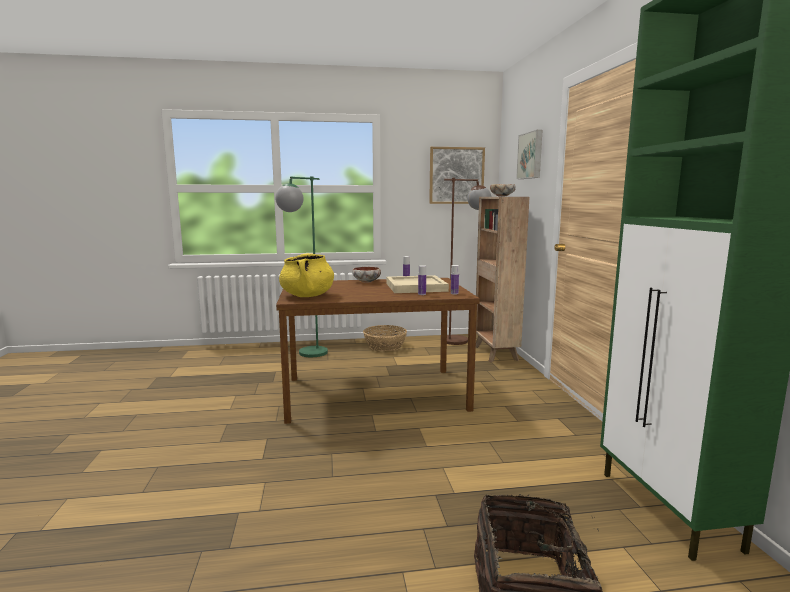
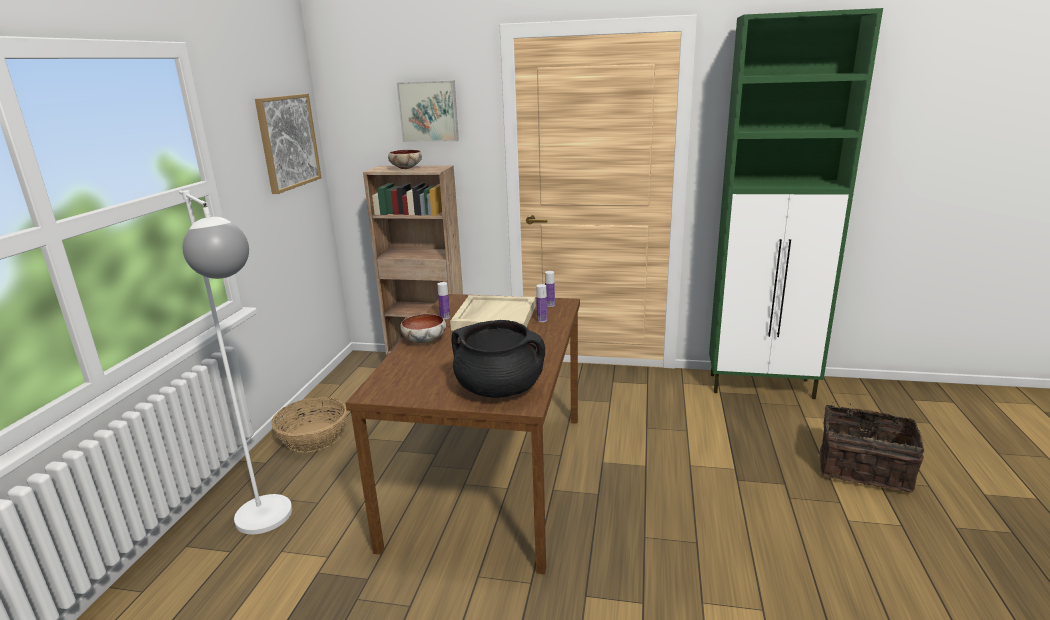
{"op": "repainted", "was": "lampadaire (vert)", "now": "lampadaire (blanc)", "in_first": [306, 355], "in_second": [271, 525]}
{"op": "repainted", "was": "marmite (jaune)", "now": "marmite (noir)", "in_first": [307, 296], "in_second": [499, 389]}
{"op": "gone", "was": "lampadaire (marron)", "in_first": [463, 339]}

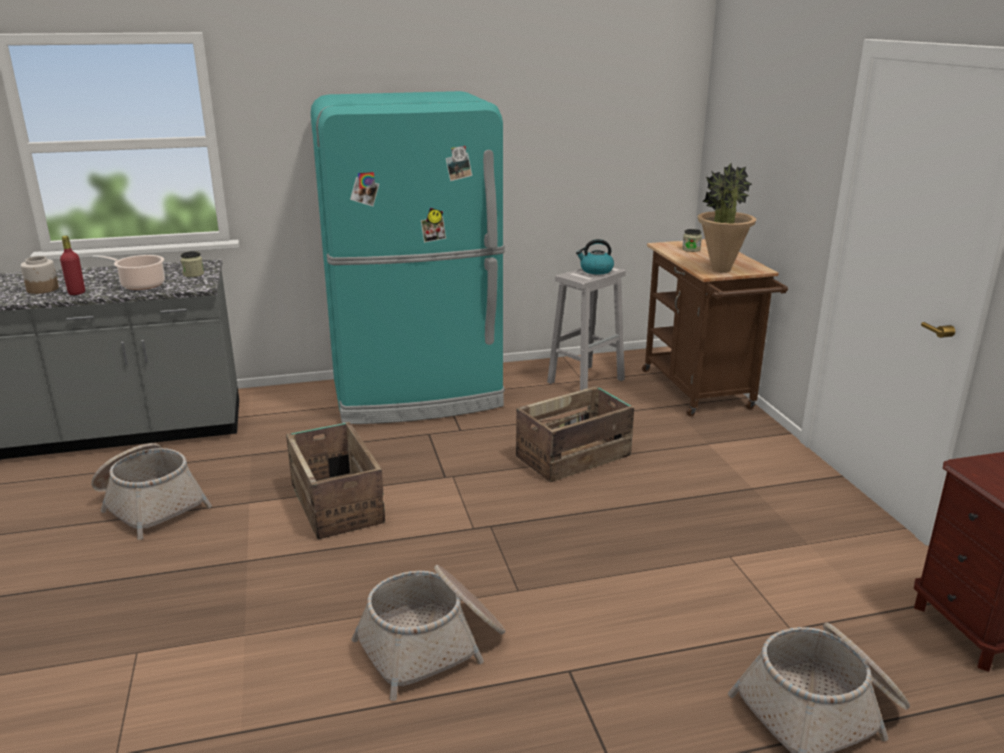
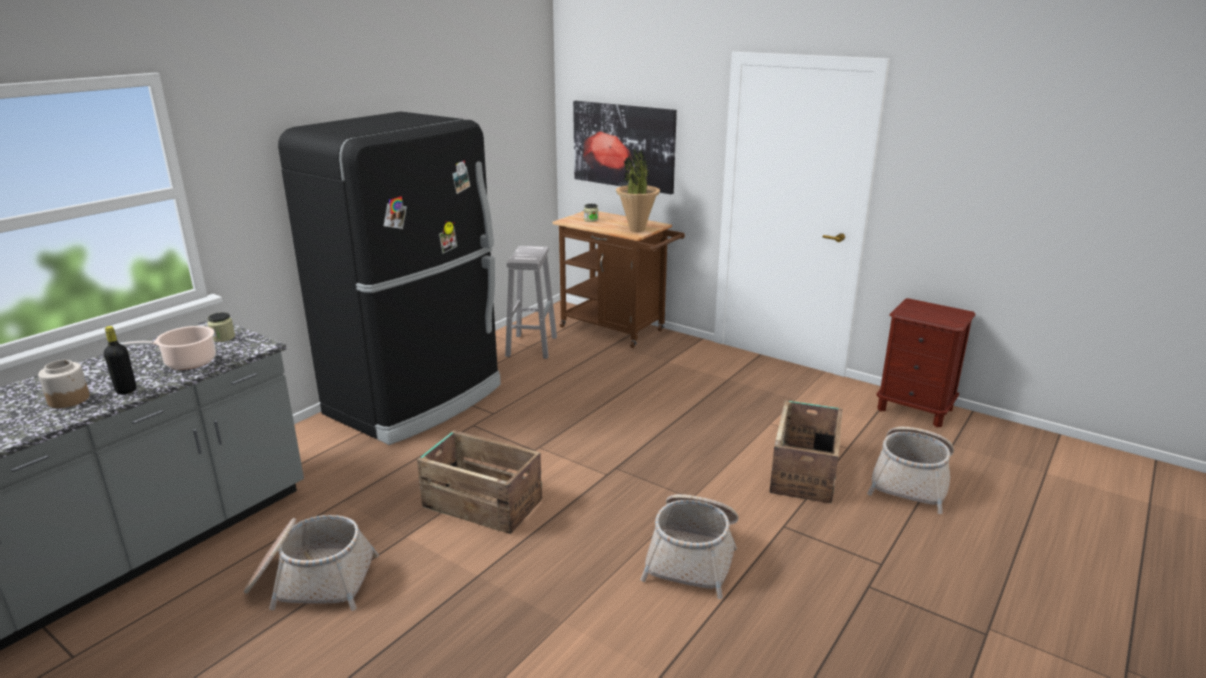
{"op": "repainted", "was": "bouteille (rouge)", "now": "bouteille (noir)", "in_first": [76, 293], "in_second": [126, 390]}
{"op": "repainted", "was": "réfrigérateur (turquoise)", "now": "réfrigérateur (noir)", "in_first": [418, 395], "in_second": [417, 400]}
{"op": "new", "now": "tableau", "in_second": [623, 146]}
{"op": "shifted", "was": "caisse", "in_first": [575, 456], "in_second": [805, 471]}
{"op": "gone", "was": "bouilloire", "in_first": [596, 270]}

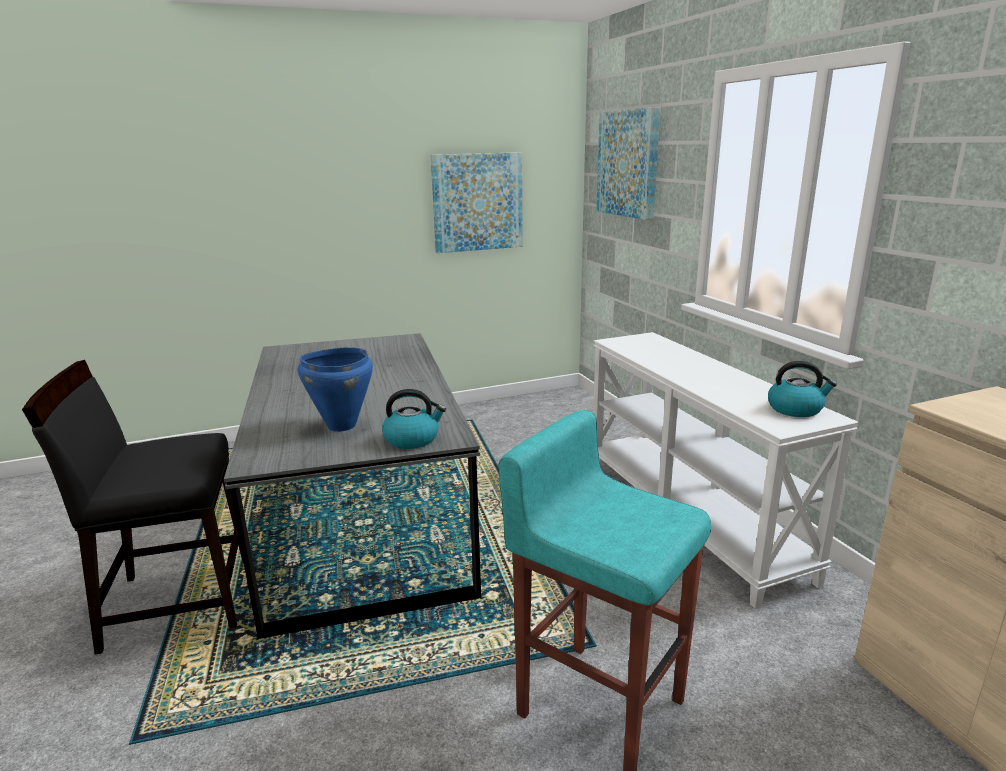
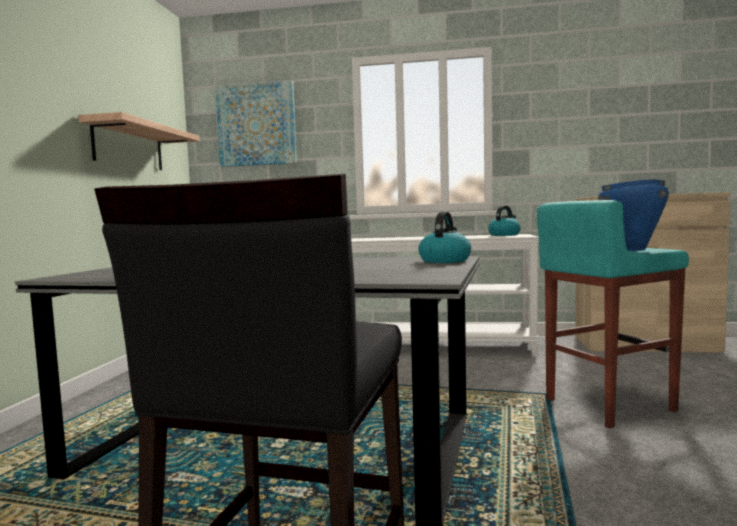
{"op": "swapped", "was": "tableau", "now": "étagère", "in_first": [477, 202], "in_second": [129, 146]}
{"op": "shifted", "was": "marmite (bleu)", "in_first": [341, 426], "in_second": [631, 249]}

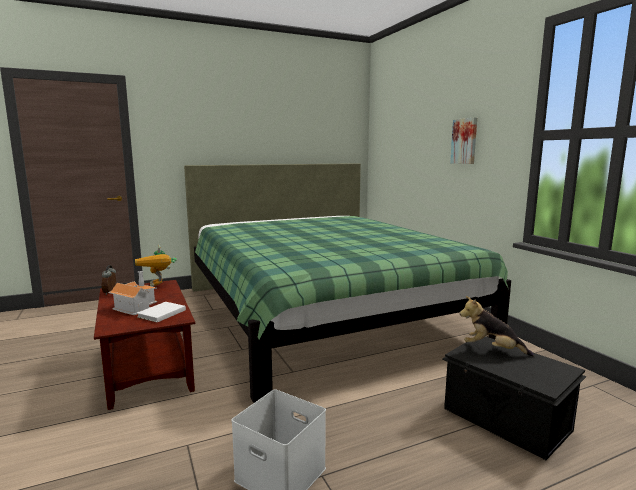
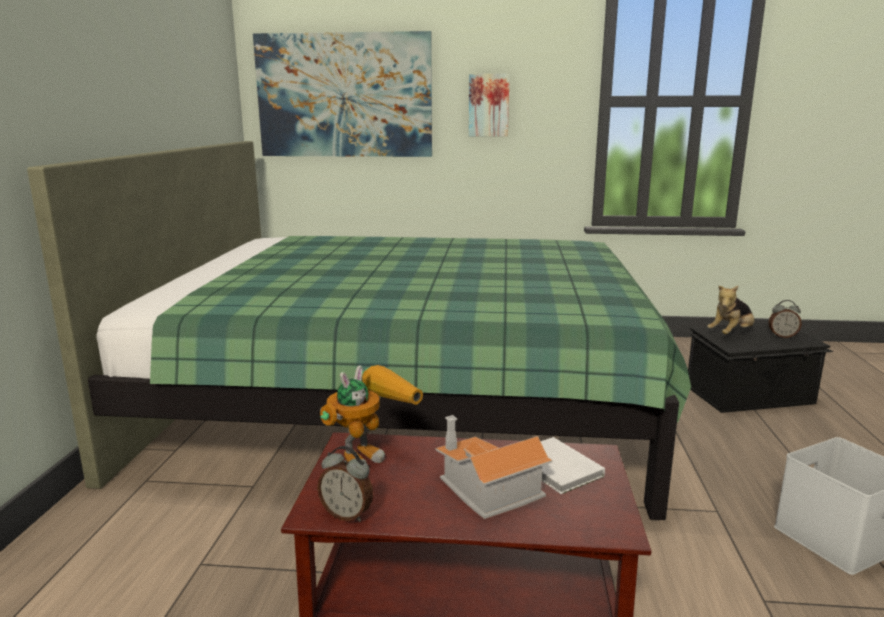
{"op": "new", "now": "tableau", "in_second": [344, 96]}
{"op": "rotated", "was": "robot jouet", "in_first": [159, 286], "in_second": [370, 453], "clockwise": -60}
{"op": "new", "now": "réveil", "in_second": [782, 336]}

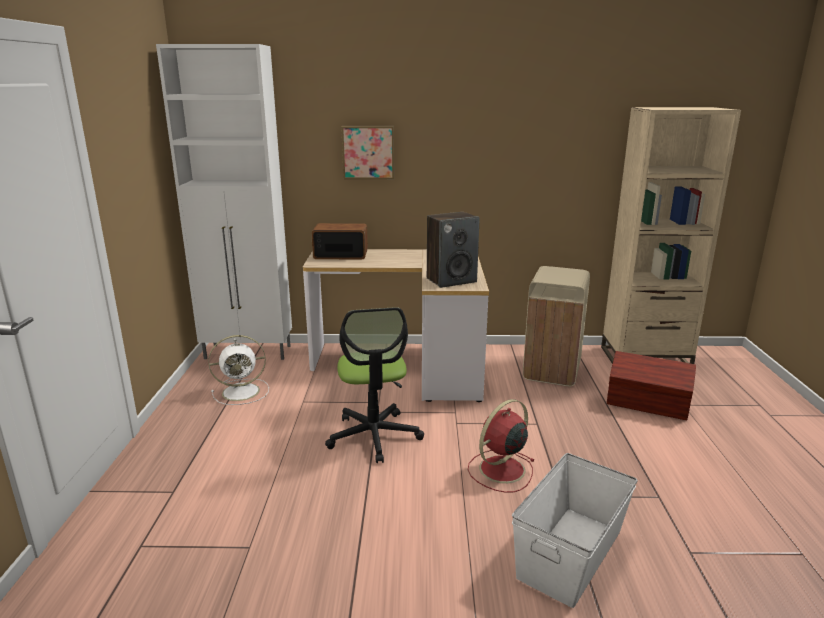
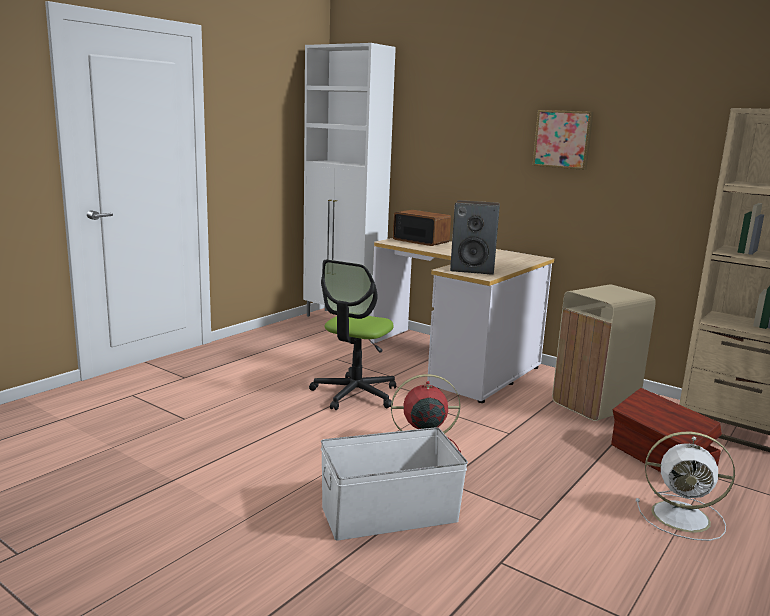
{"op": "shifted", "was": "tableau", "in_first": [368, 152], "in_second": [563, 139]}
{"op": "shifted", "was": "ventilateur (blanc)", "in_first": [242, 392], "in_second": [683, 517]}

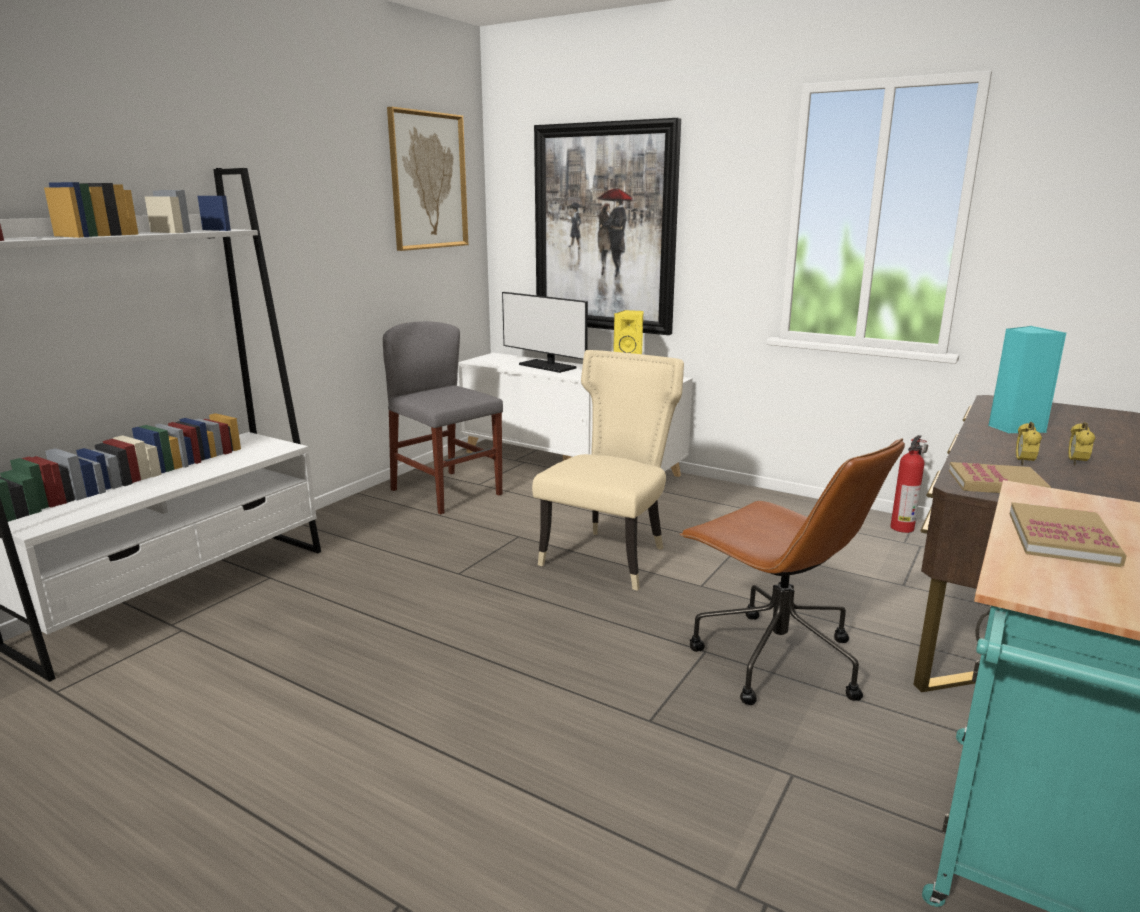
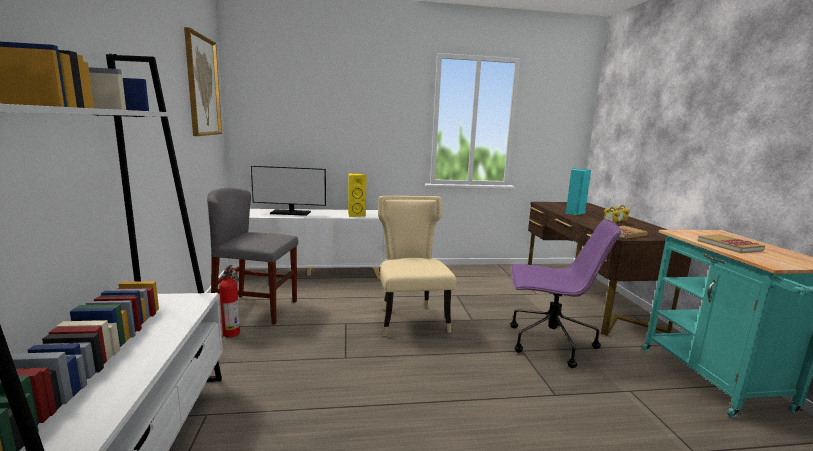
{"op": "shifted", "was": "extincteur", "in_first": [902, 527], "in_second": [232, 332]}
{"op": "repainted", "was": "chaise de bureau (marron)", "now": "chaise de bureau (violet)", "in_first": [774, 659], "in_second": [549, 343]}
{"op": "gone", "was": "tableau", "in_first": [604, 229]}

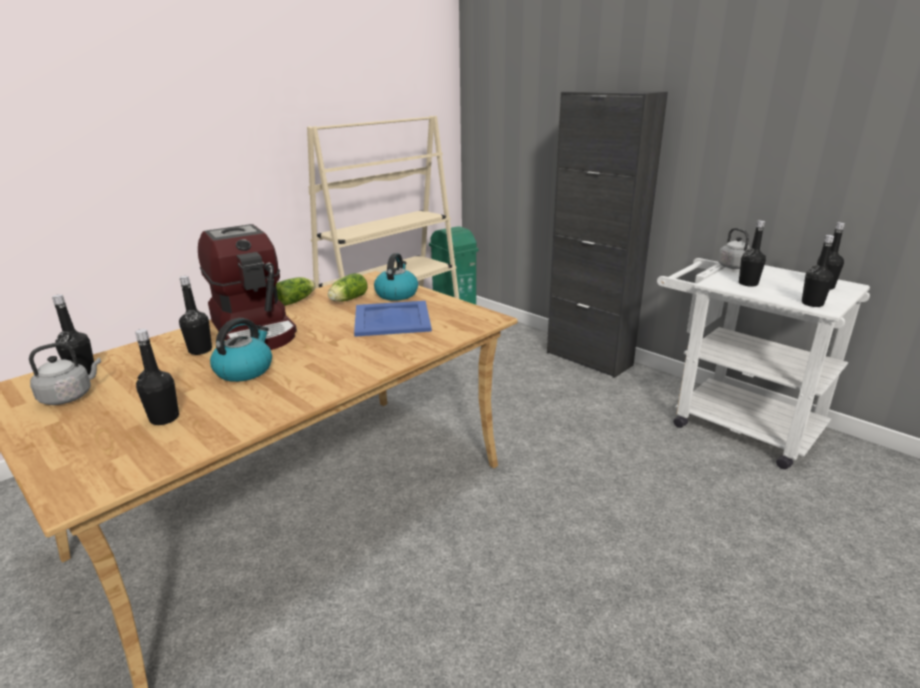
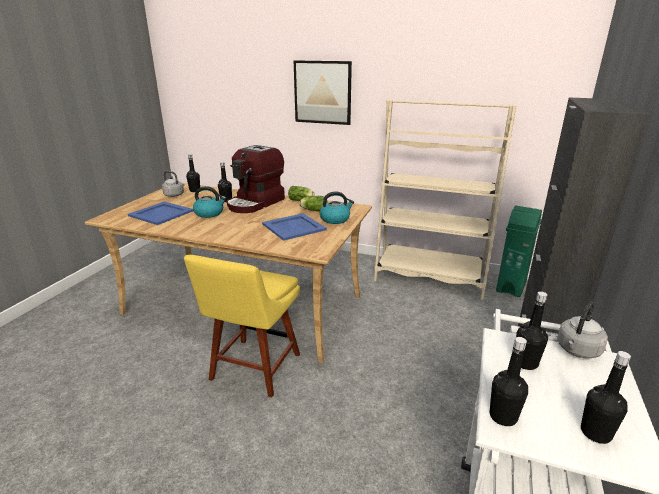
{"op": "swapped", "was": "bouteille (noir)", "now": "plateau (bleu)", "in_first": [164, 418], "in_second": [160, 213]}
{"op": "new", "now": "chaise (jaune)", "in_second": [253, 369]}
{"op": "new", "now": "tableau", "in_second": [322, 92]}

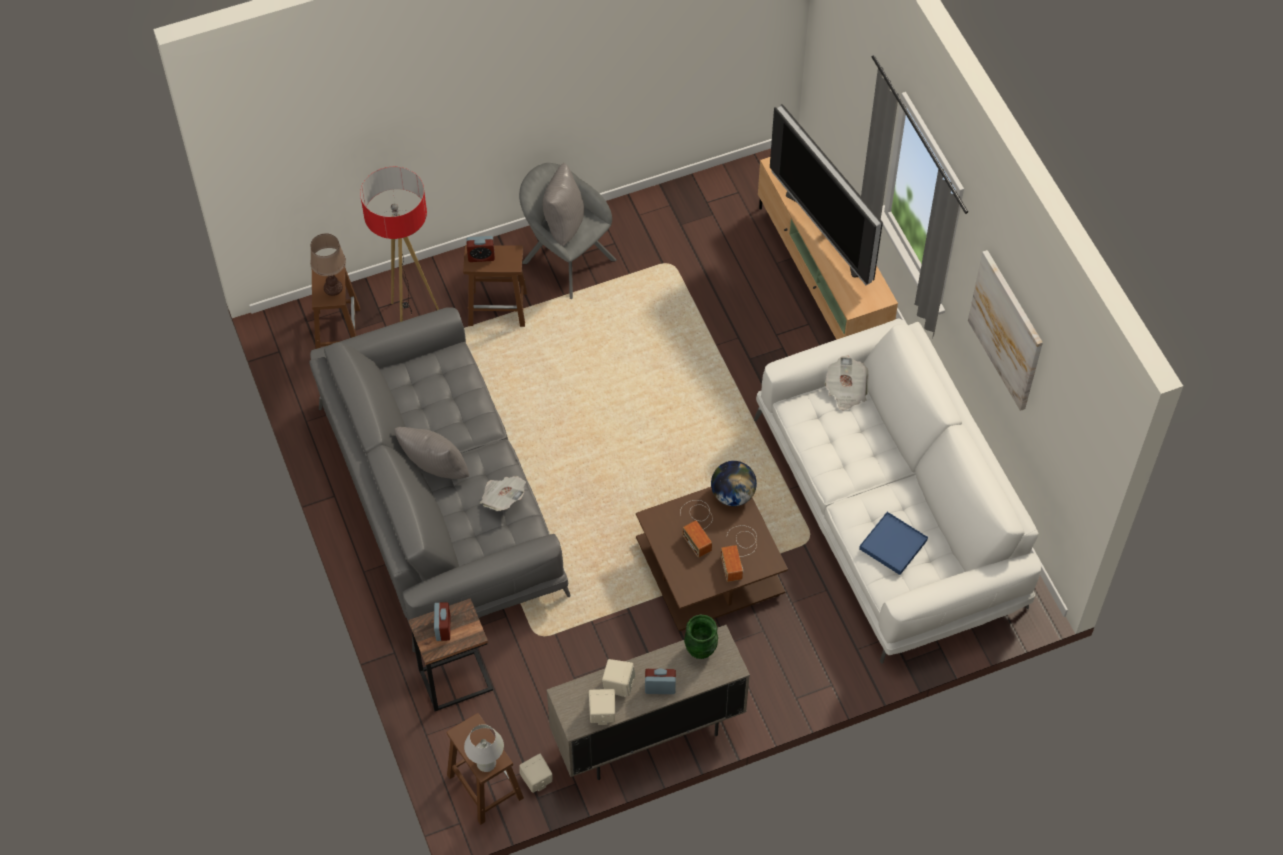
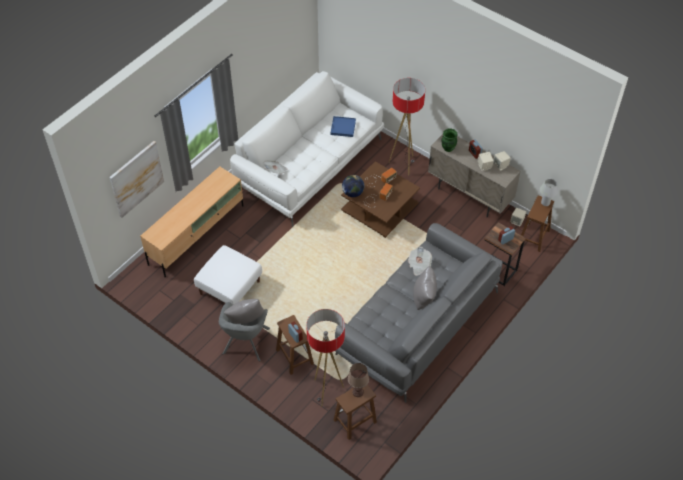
{"op": "shifted", "was": "tableau", "in_first": [1006, 330], "in_second": [136, 178]}
{"op": "new", "now": "pouf (blanc)", "in_second": [230, 288]}
{"op": "new", "now": "lampadaire", "in_second": [403, 164]}
{"op": "gone", "was": "téléviseur", "in_first": [828, 231]}

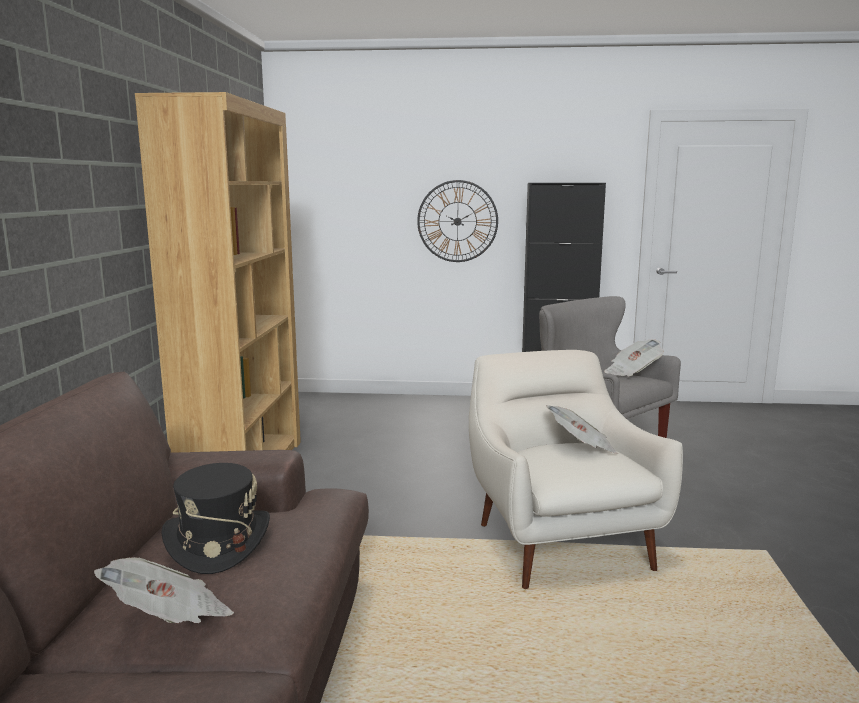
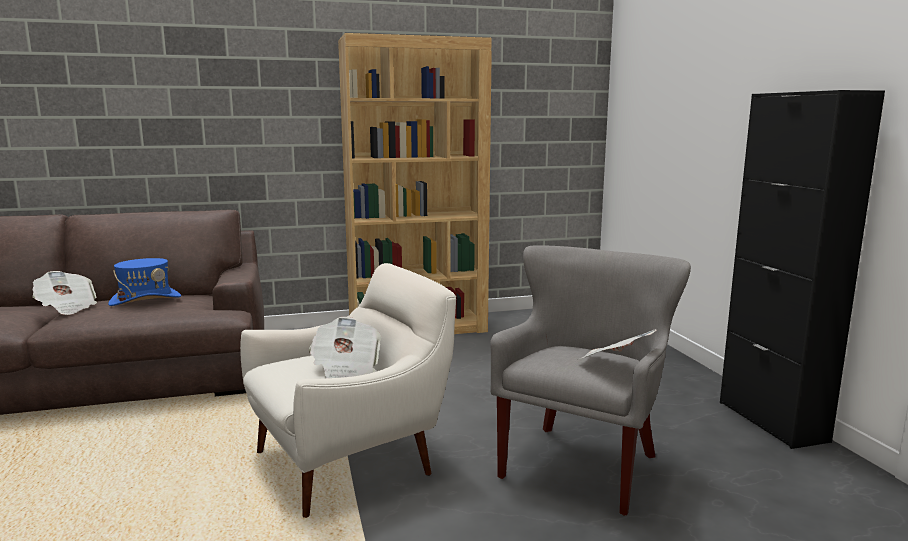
{"op": "repainted", "was": "chapeau (noir)", "now": "chapeau (bleu)", "in_first": [218, 543], "in_second": [145, 300]}
{"op": "gone", "was": "horloge murale", "in_first": [457, 221]}

